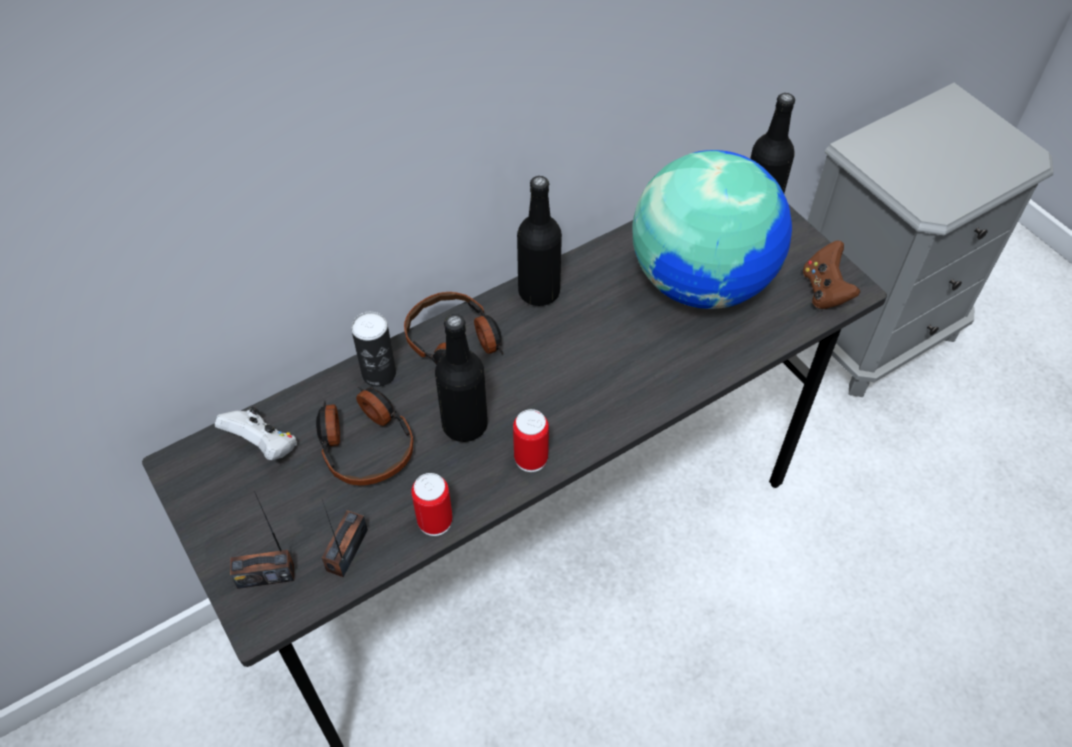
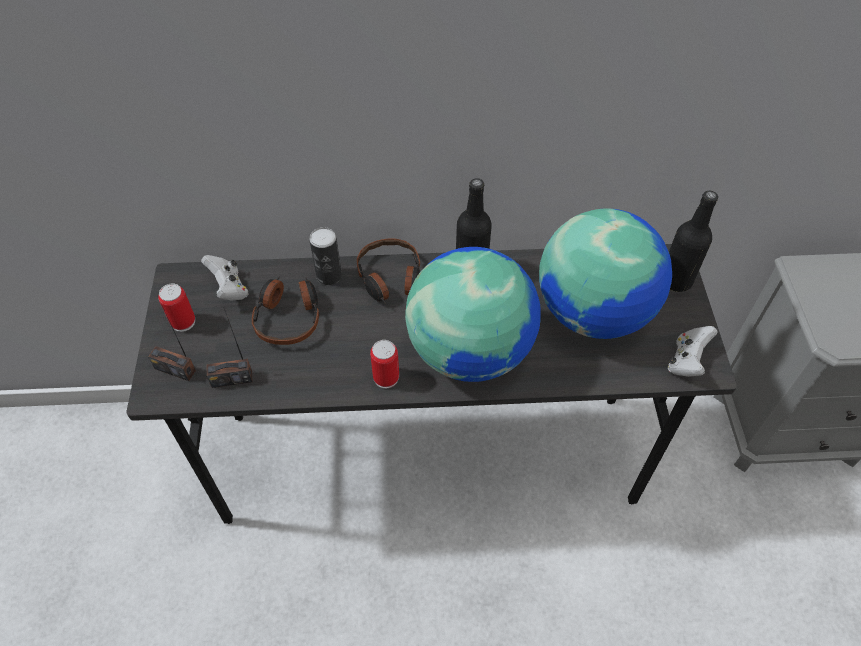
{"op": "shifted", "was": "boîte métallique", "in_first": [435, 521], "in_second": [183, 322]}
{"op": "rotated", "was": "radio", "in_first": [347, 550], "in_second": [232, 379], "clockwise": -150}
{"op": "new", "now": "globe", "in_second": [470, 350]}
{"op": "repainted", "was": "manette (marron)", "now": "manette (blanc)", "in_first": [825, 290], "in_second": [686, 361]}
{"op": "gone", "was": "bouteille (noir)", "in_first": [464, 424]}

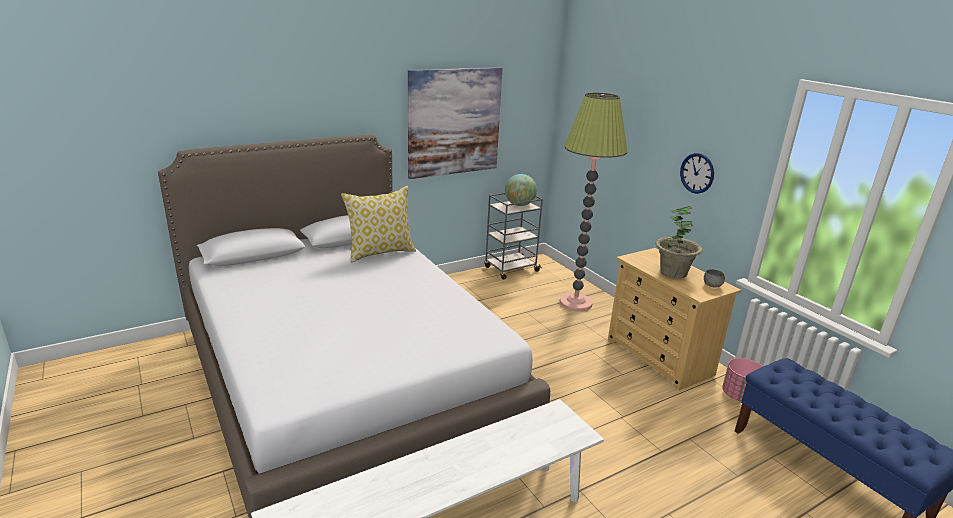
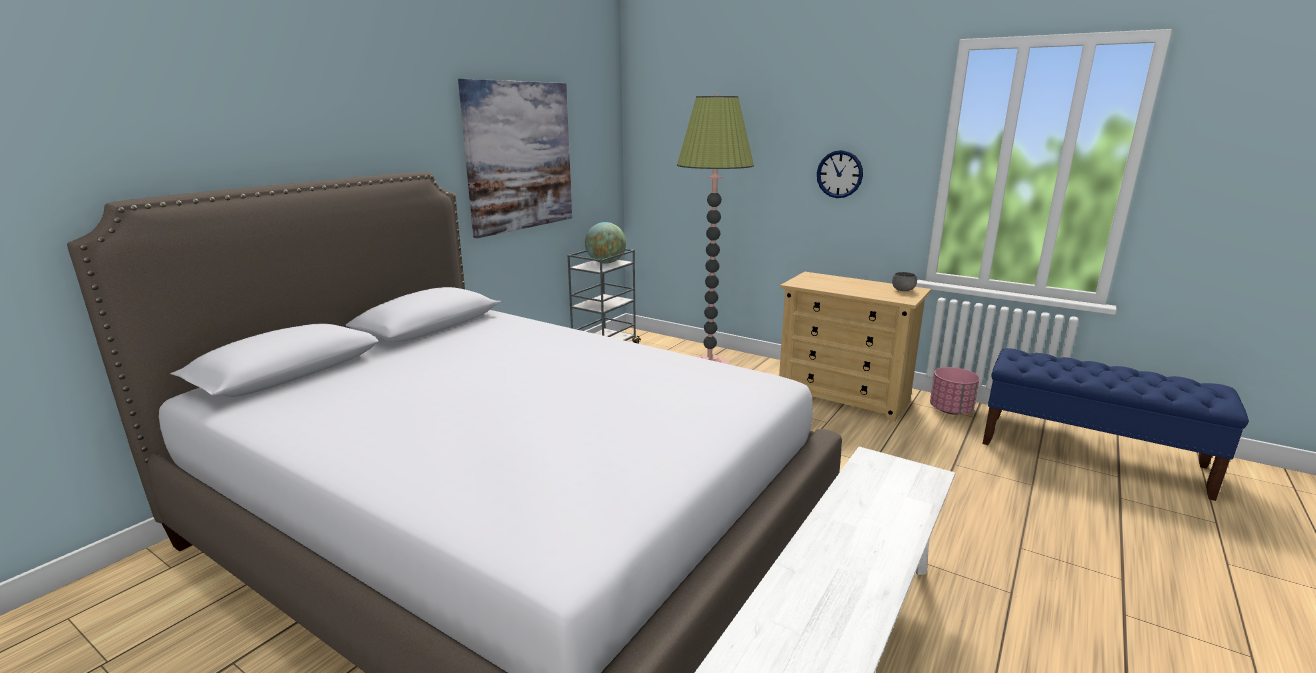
{"op": "gone", "was": "coussin", "in_first": [380, 252]}
{"op": "gone", "was": "plante en pot", "in_first": [673, 272]}

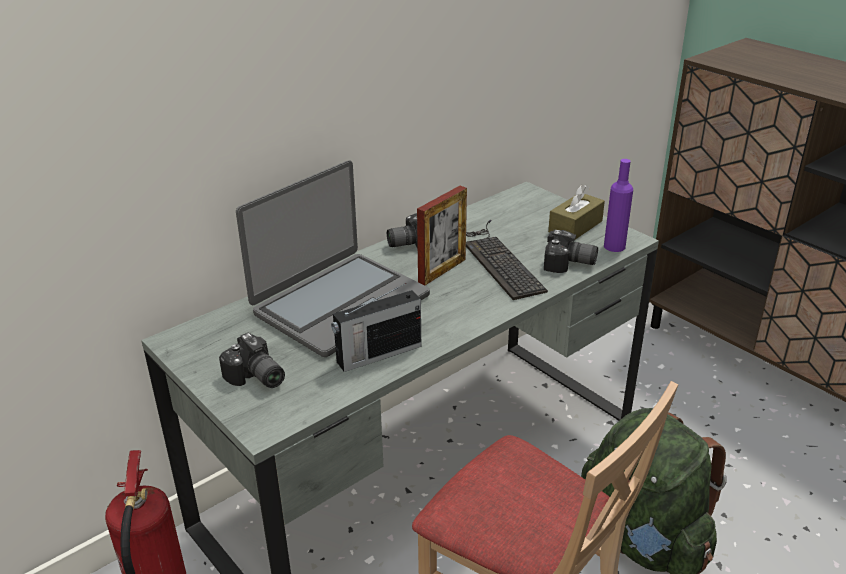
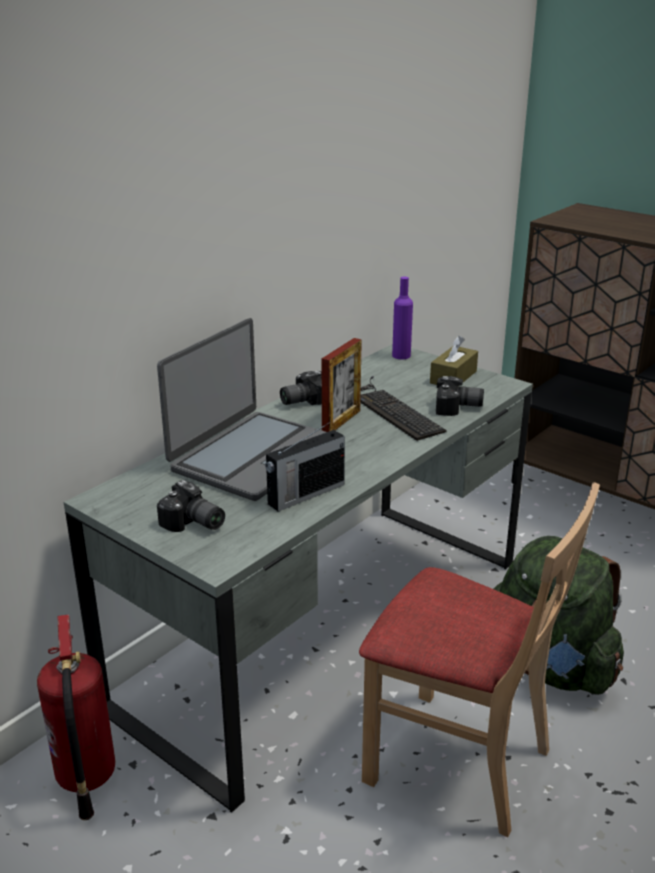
{"op": "shifted", "was": "bouteille (violet)", "in_first": [614, 246], "in_second": [401, 355]}

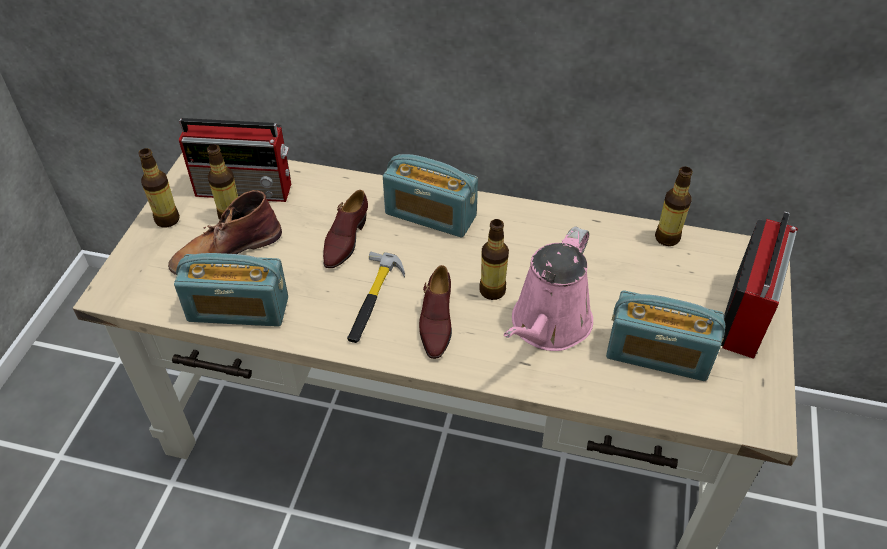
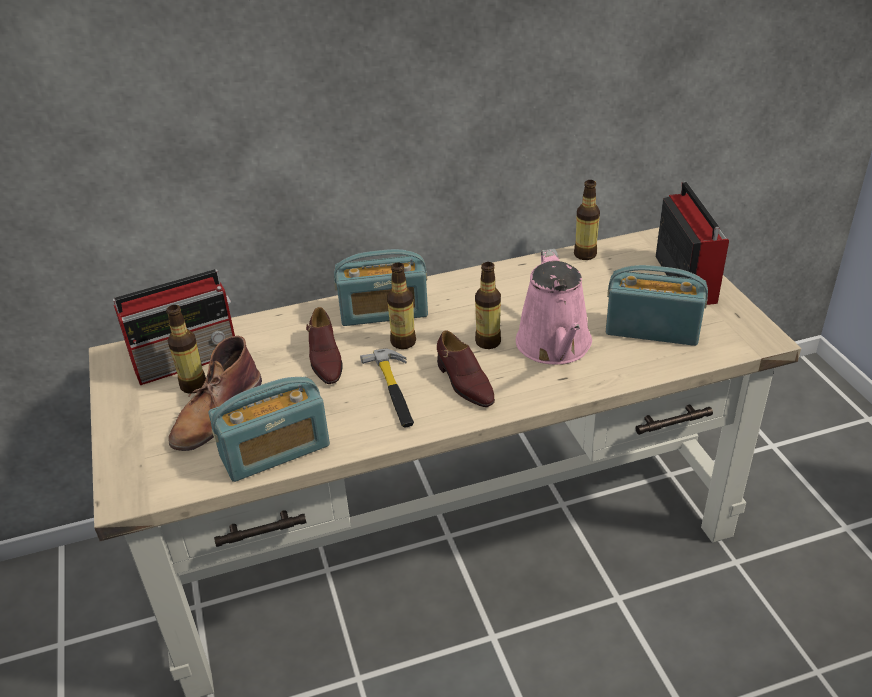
{"op": "shifted", "was": "bouteille", "in_first": [167, 219], "in_second": [403, 342]}
{"op": "rotated", "was": "radio", "in_first": [658, 354], "in_second": [652, 329], "clockwise": -150}

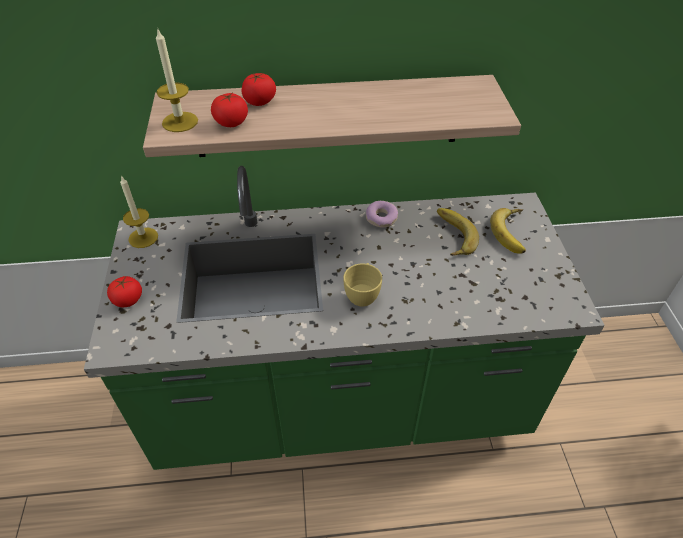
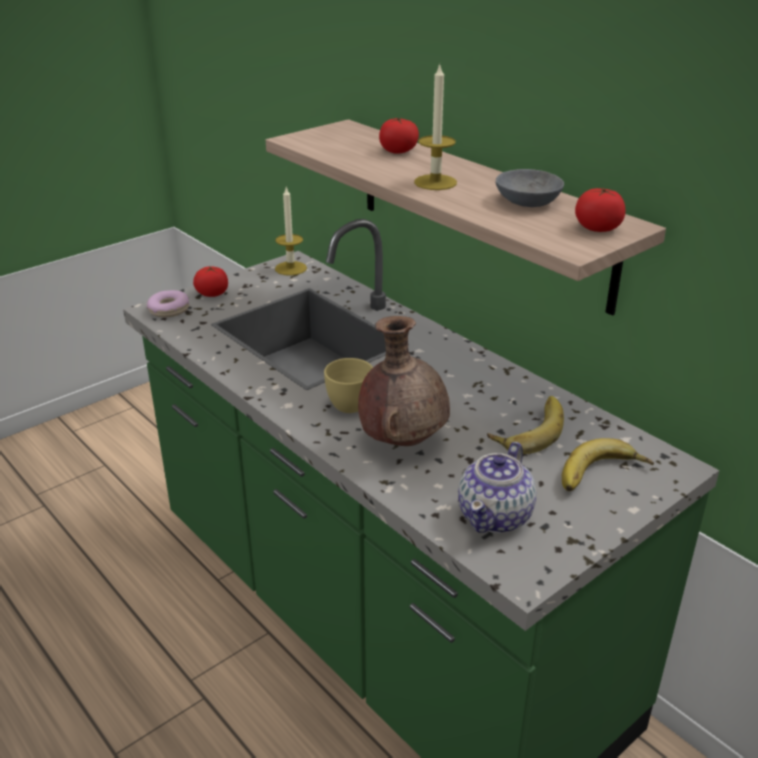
{"op": "shifted", "was": "beignet", "in_first": [381, 218], "in_second": [169, 310]}
{"op": "new", "now": "vase (marron)", "in_second": [403, 440]}
{"op": "shifted", "was": "bougie", "in_first": [180, 122], "in_second": [435, 182]}
{"op": "new", "now": "théière", "in_second": [496, 516]}
{"op": "new", "now": "bol (gris)", "in_second": [525, 201]}
{"op": "shifted", "was": "tomate", "in_first": [231, 123], "in_second": [597, 228]}

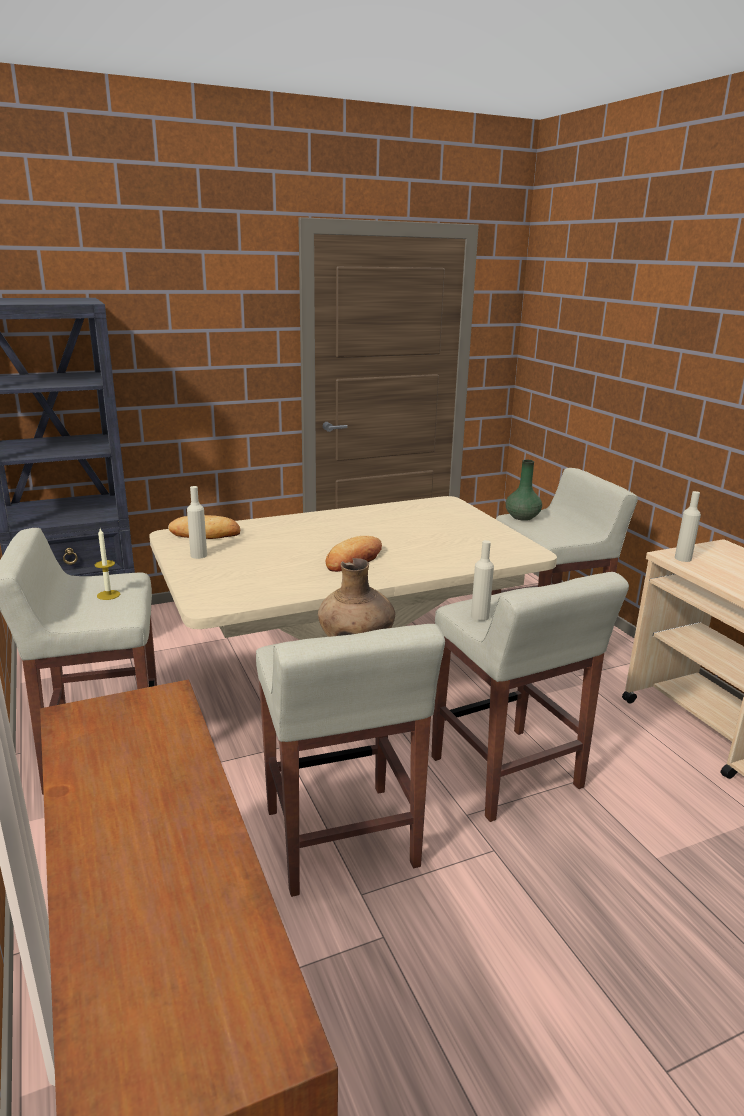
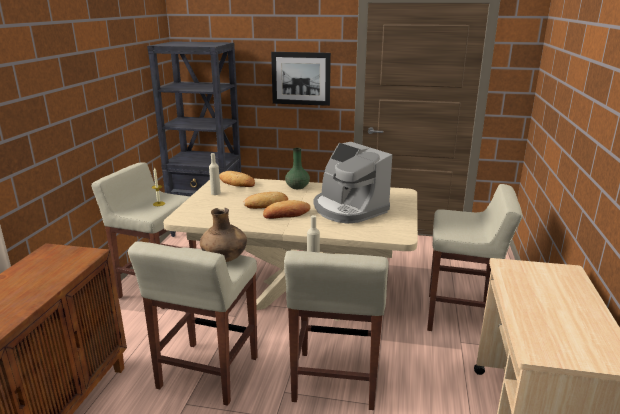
{"op": "new", "now": "pain", "in_second": [266, 204]}
{"op": "new", "now": "tableau", "in_second": [301, 78]}
{"op": "shifted", "was": "vase (vert)", "in_first": [522, 517], "in_second": [297, 187]}
{"op": "new", "now": "machine à café", "in_second": [348, 209]}
{"op": "gone", "was": "bouteille (beige)", "in_first": [683, 558]}

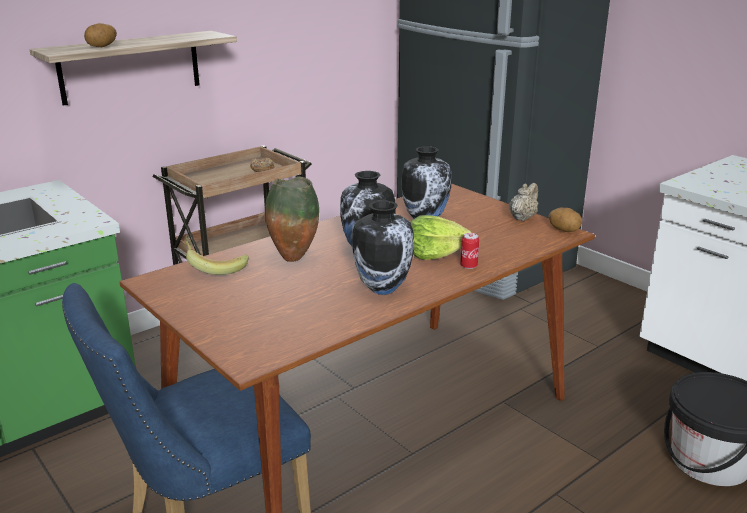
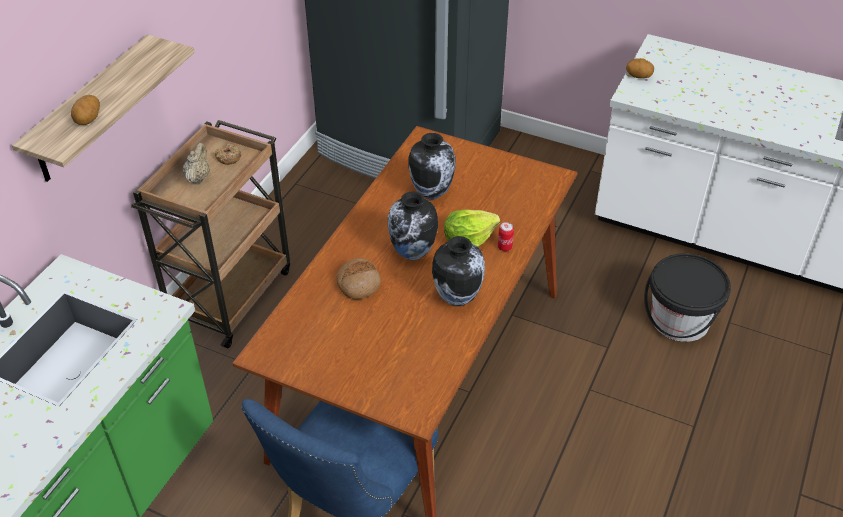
{"op": "shifted", "was": "théière (beige)", "in_first": [523, 218], "in_second": [198, 177]}
{"op": "swapped", "was": "vase", "now": "pain", "in_first": [293, 258], "in_second": [358, 283]}
{"op": "shifted", "was": "pomme de terre", "in_first": [564, 230], "in_second": [638, 76]}
{"op": "gone", "was": "banane", "in_first": [215, 267]}

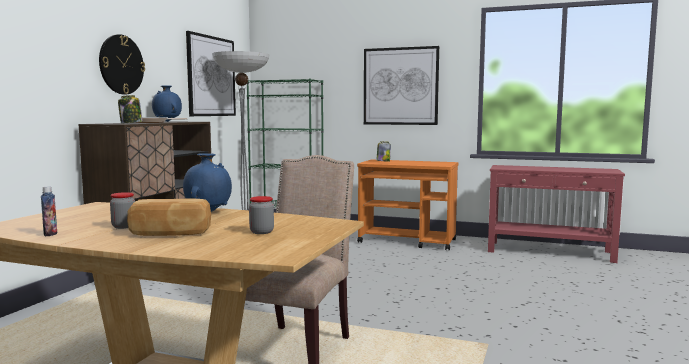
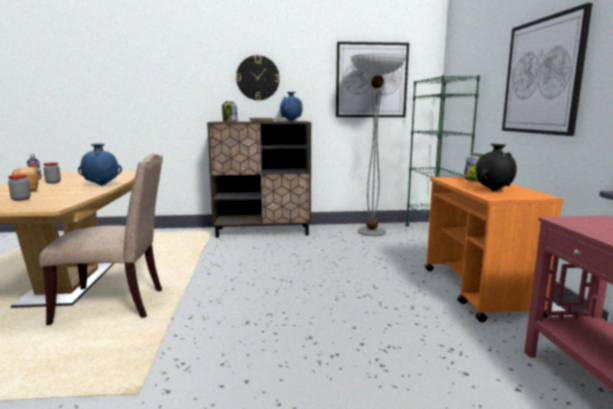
{"op": "new", "now": "vase (noir)", "in_second": [493, 190]}

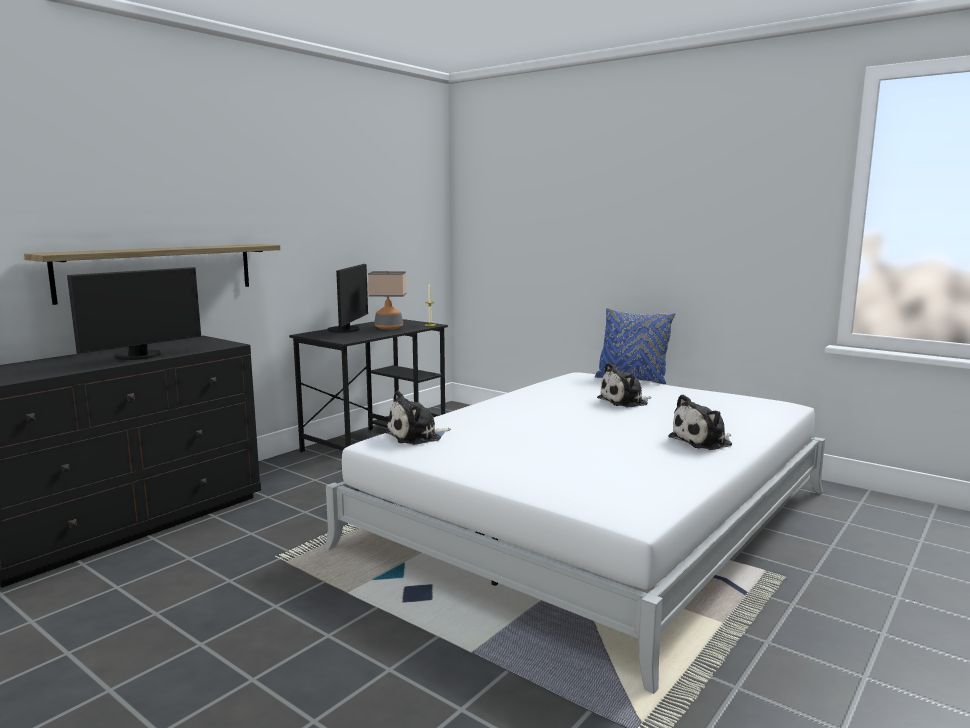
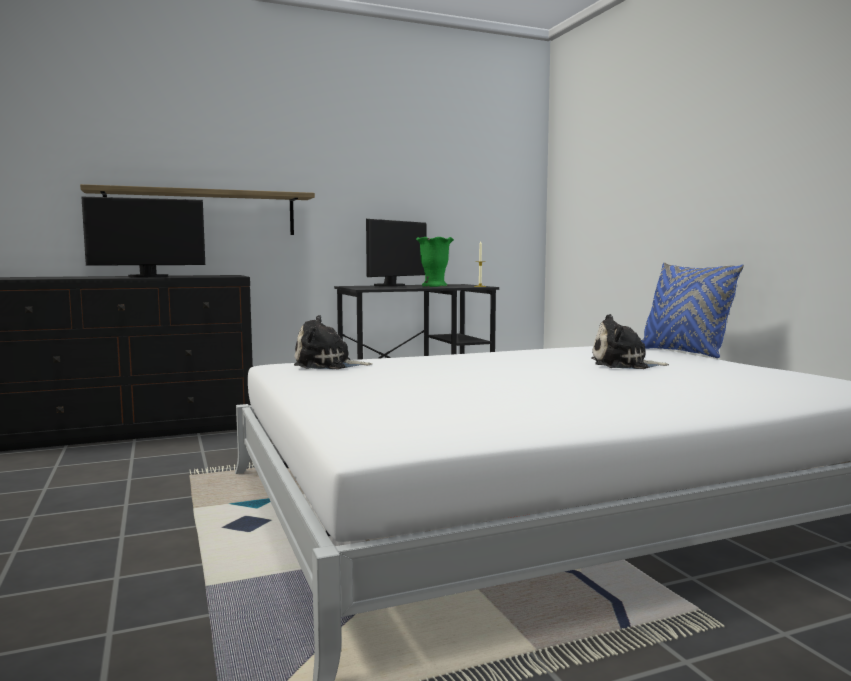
{"op": "swapped", "was": "lampe de table", "now": "vase (vert)", "in_first": [389, 327], "in_second": [434, 286]}
{"op": "gone", "was": "peluche", "in_first": [703, 441]}

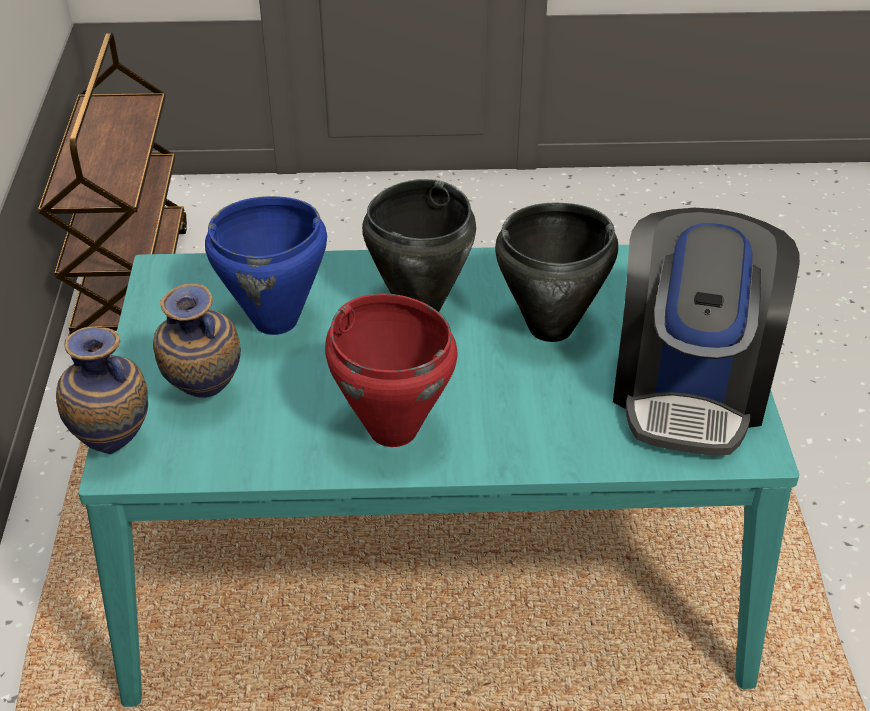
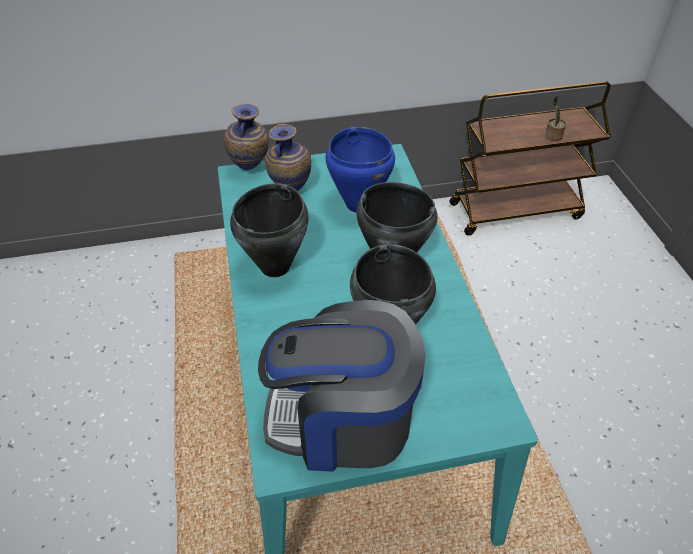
{"op": "repainted", "was": "marmite (rouge)", "now": "marmite (noir)", "in_first": [393, 429], "in_second": [276, 266]}
{"op": "new", "now": "plante en pot", "in_second": [552, 136]}

